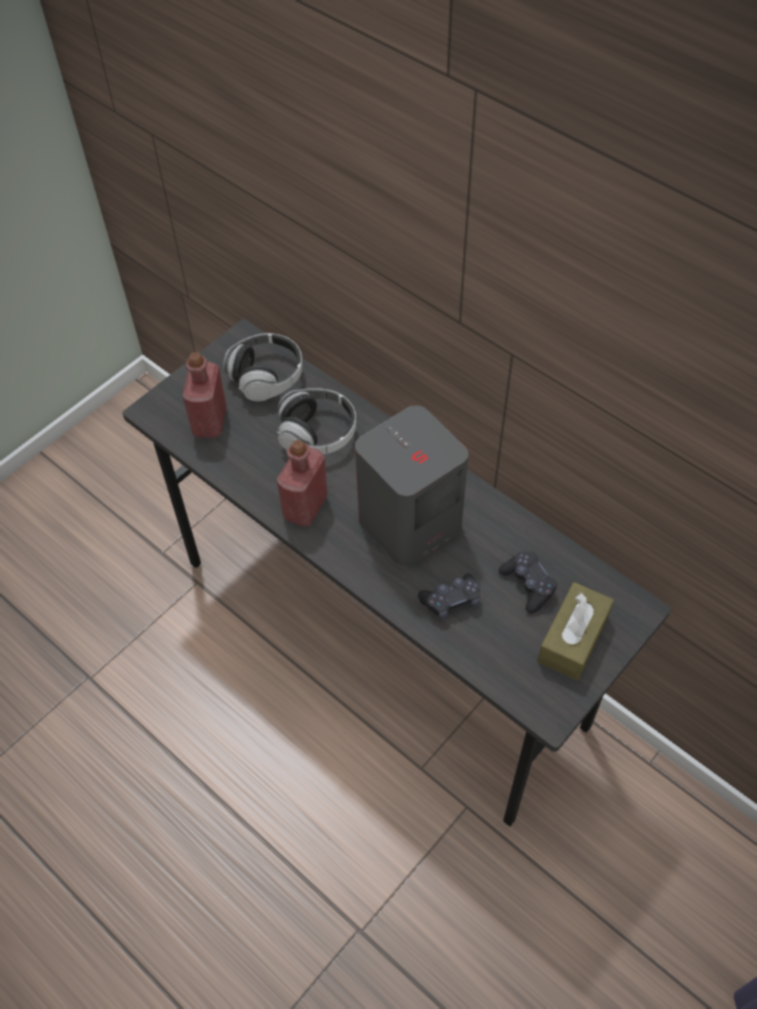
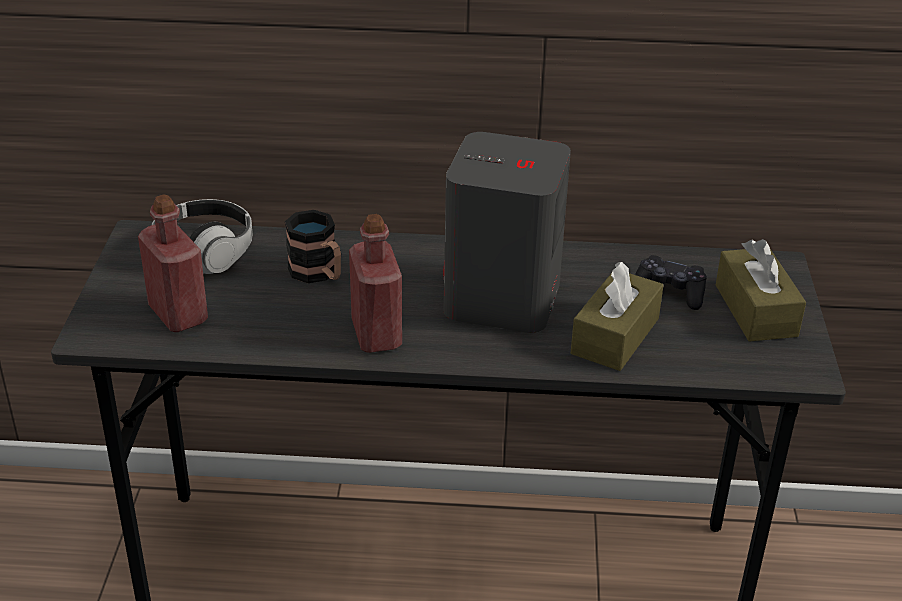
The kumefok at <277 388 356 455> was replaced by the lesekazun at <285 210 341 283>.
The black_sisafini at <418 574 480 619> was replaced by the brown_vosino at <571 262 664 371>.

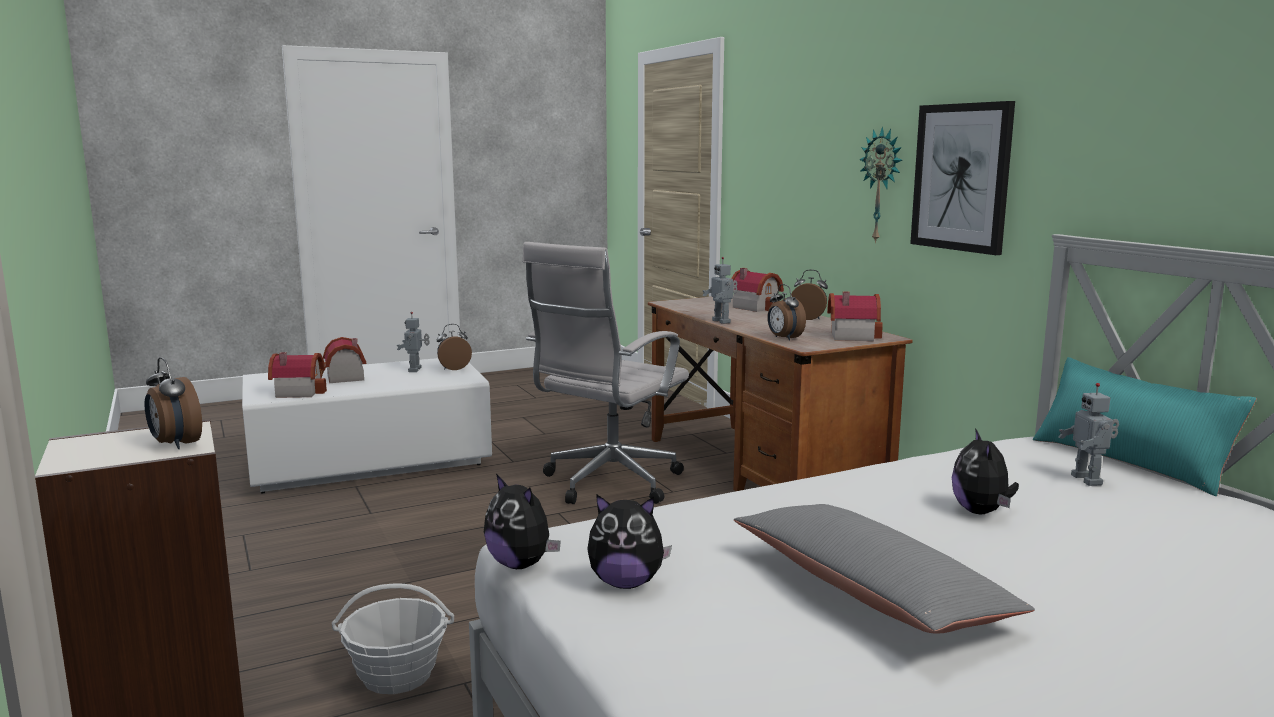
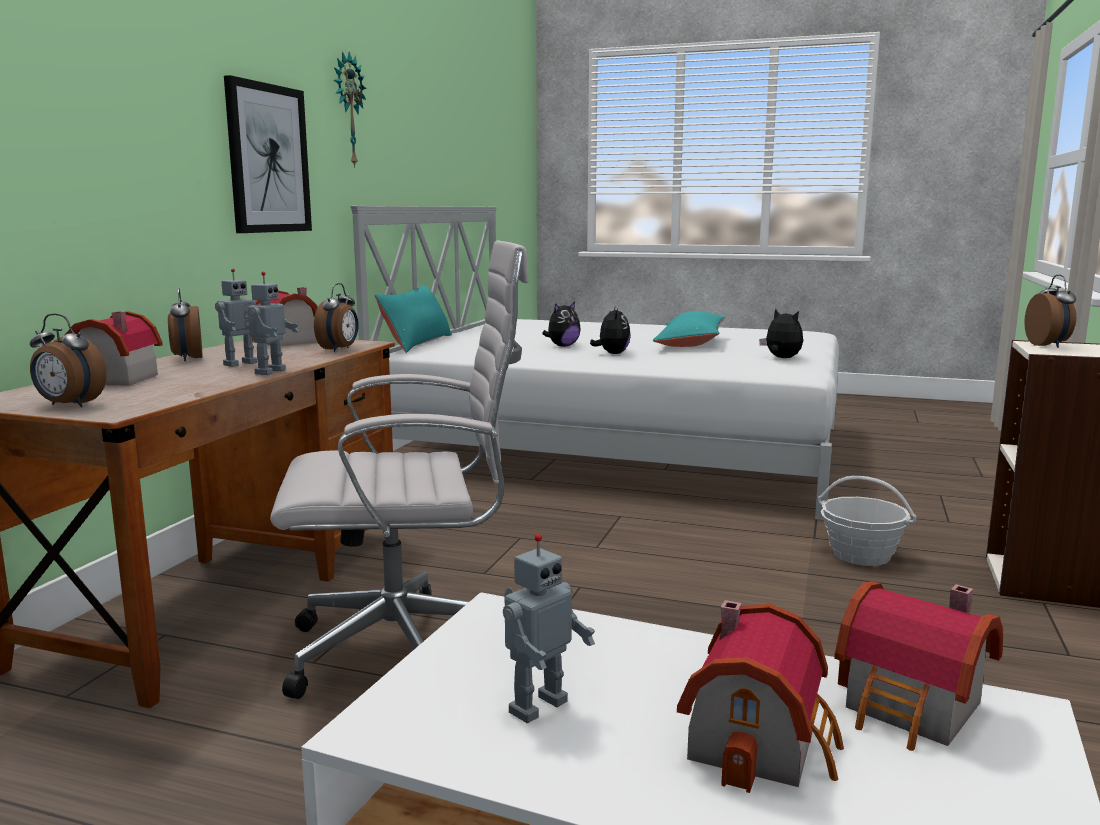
The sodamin moved from <437 324 472 370> to <30 313 106 407>.
The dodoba moved from <1058 383 1119 486> to <215 269 257 367>.
The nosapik moved from <859 126 903 244> to <334 52 367 168>.
The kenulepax moved from <484 474 561 569> to <590 306 631 354>.
The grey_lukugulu at <734 504 1035 634> became the turquoise_lukugulu at <653 311 725 347>.

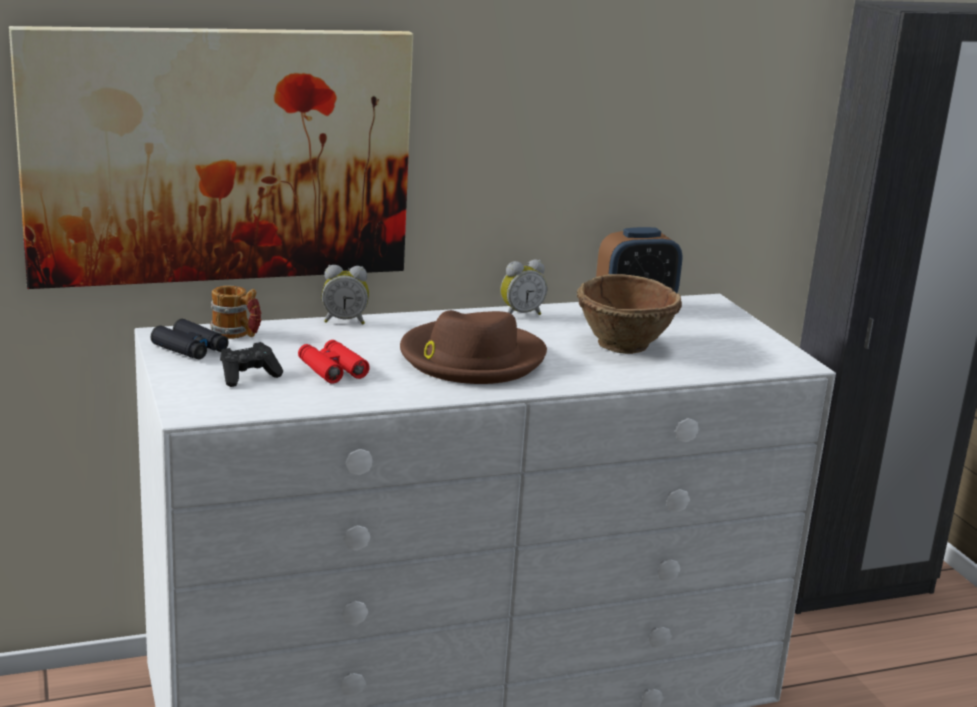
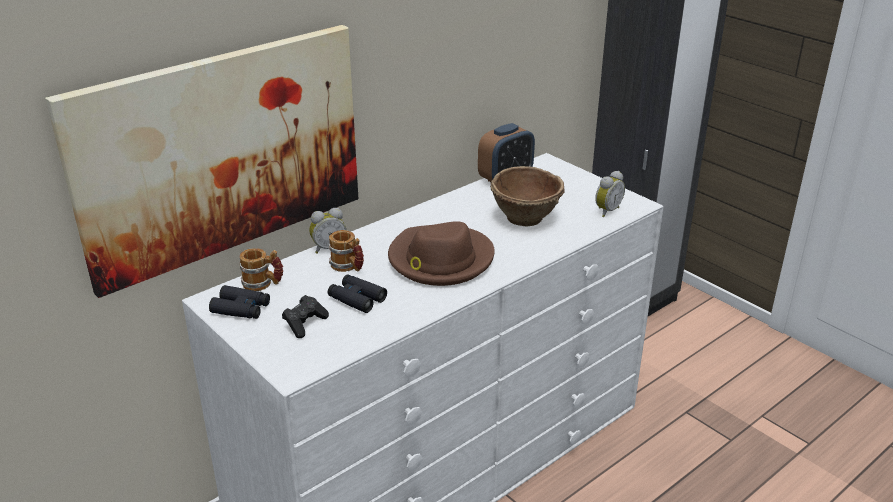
The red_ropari at <298 340 370 384> became the black_ropari at <328 274 387 313>.
The lesekazun at <329 230 364 272> appeared.
The sodamin moved from <501 260 547 315> to <595 171 625 217>.

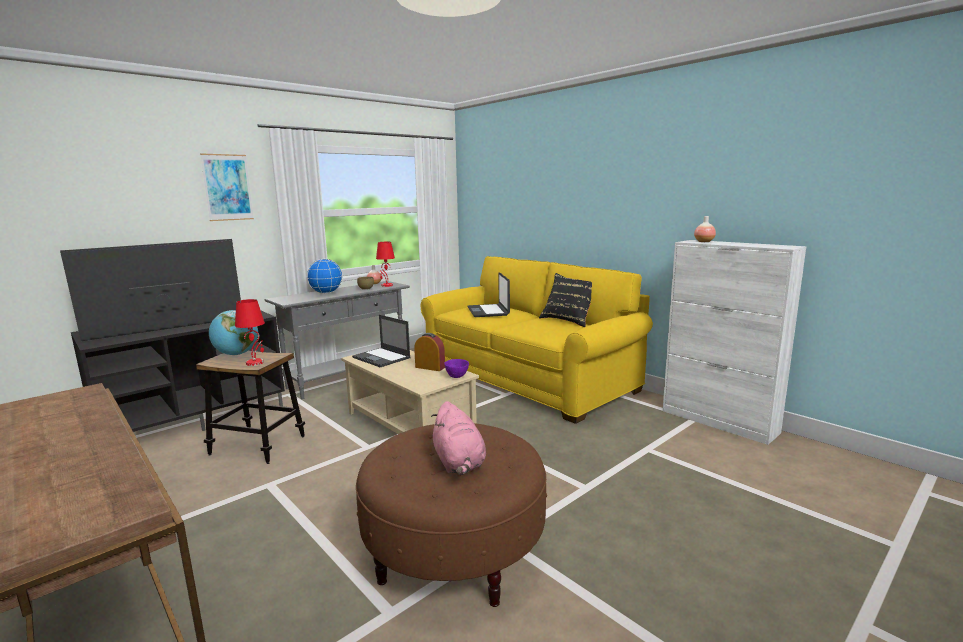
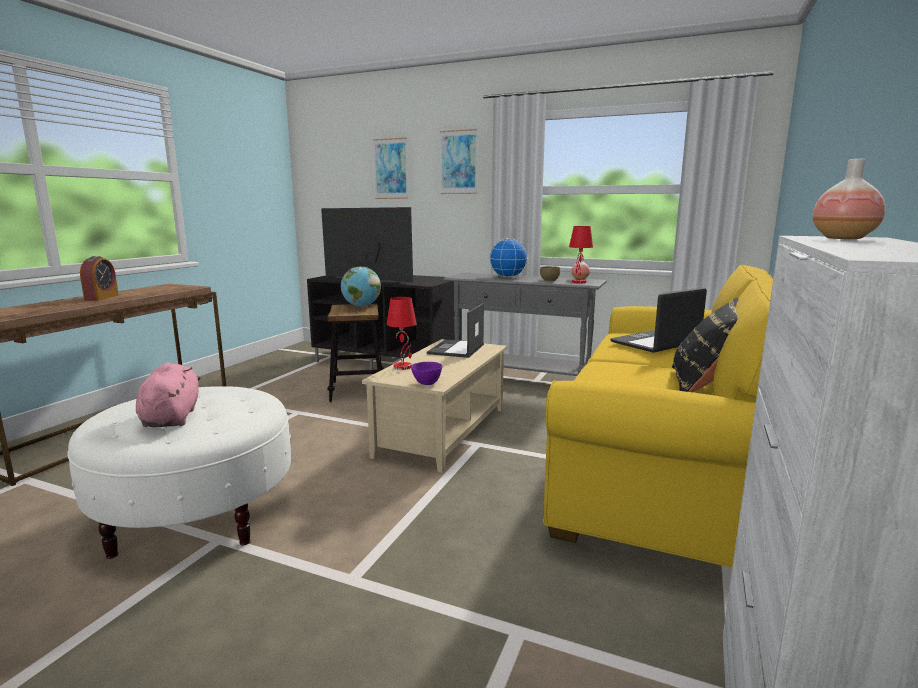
The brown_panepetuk at <356 423 547 607> became the white_panepetuk at <67 387 291 559>.
The sodamin moved from <414 333 445 371> to <80 256 119 301>.
The pink_kenulepax at <431 401 486 475> turned 120 degrees clockwise.
The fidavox at <373 138 409 199> appeared.
The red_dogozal moved from <235 299 265 366> to <387 297 417 370>.

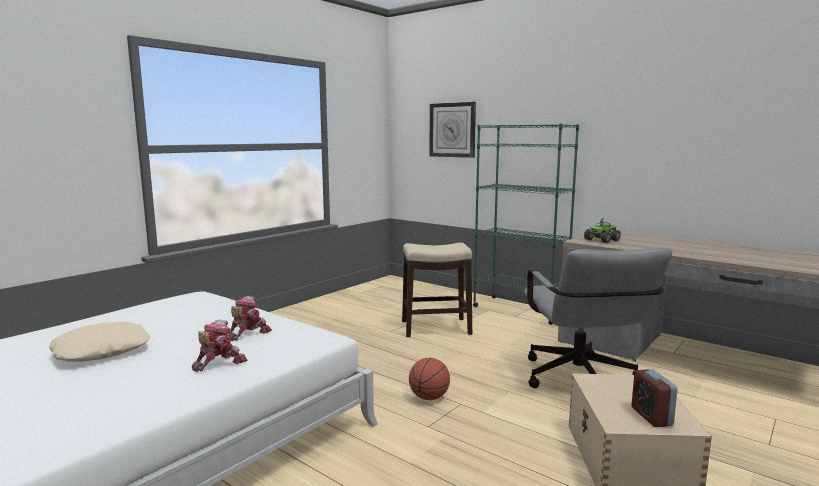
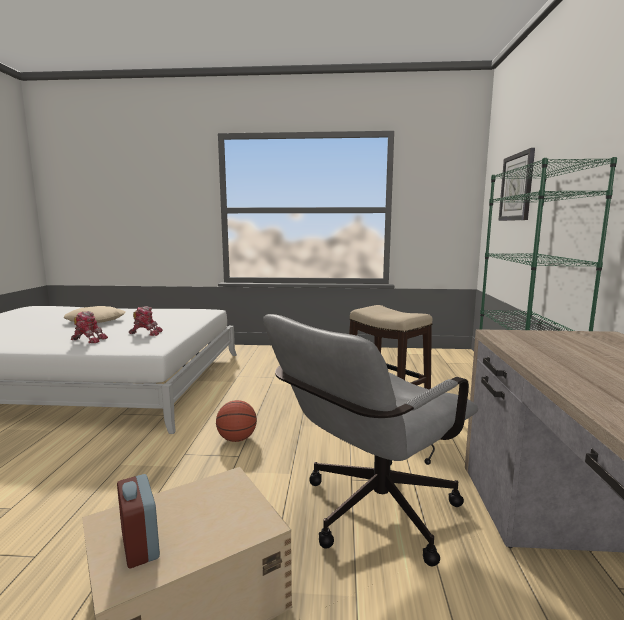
The sodamin at <632 369 678 427> turned 75 degrees counterclockwise.
The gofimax at <584 218 621 243> disappeared.

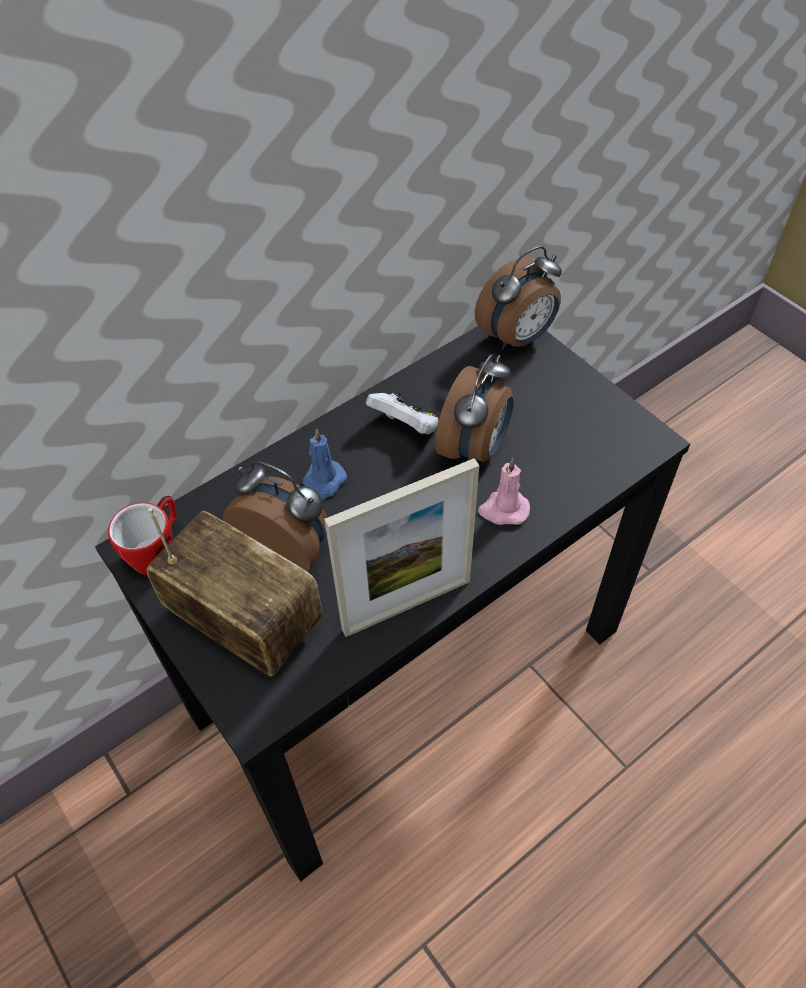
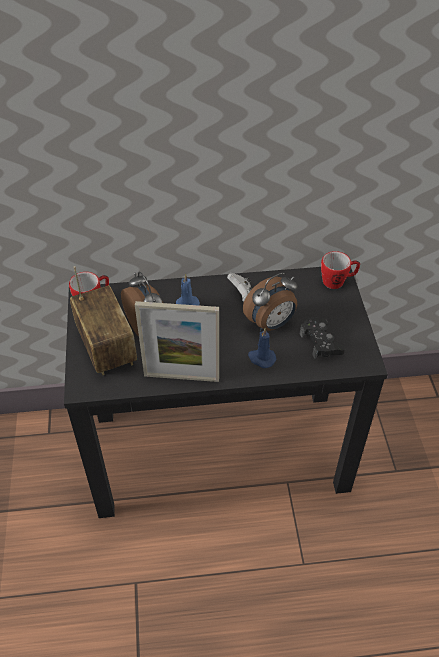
The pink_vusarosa at <478 458 530 525> became the blue_vusarosa at <248 328 277 368>.
The black_sisafini at <299 317 345 359> appeared.
The sodamin at <475 246 562 350> was replaced by the lesekazun at <321 251 360 289>.

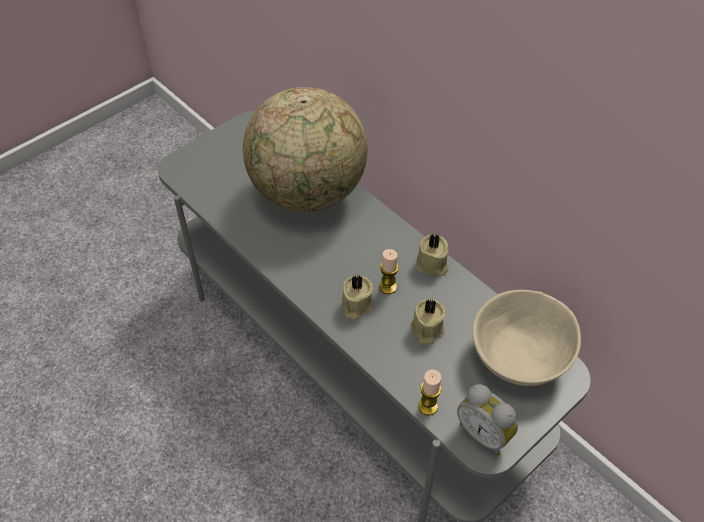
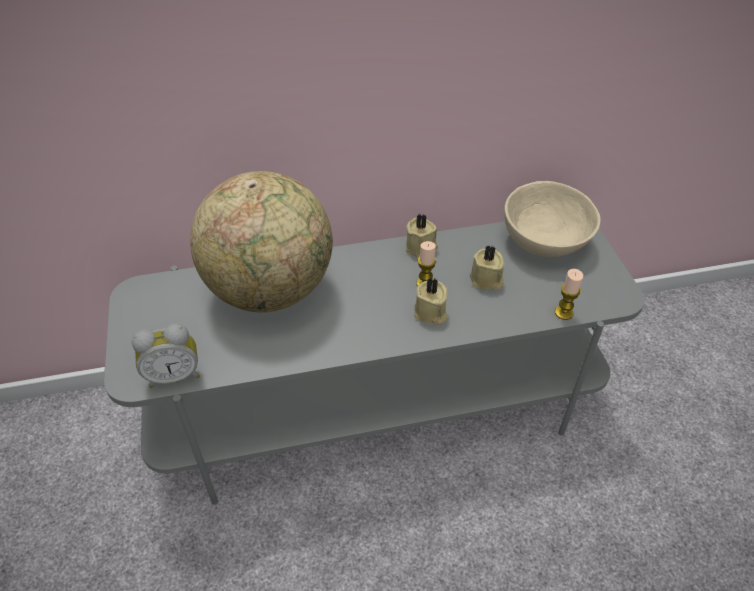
The sodamin moved from <457 384 518 456> to <132 323 200 388>.

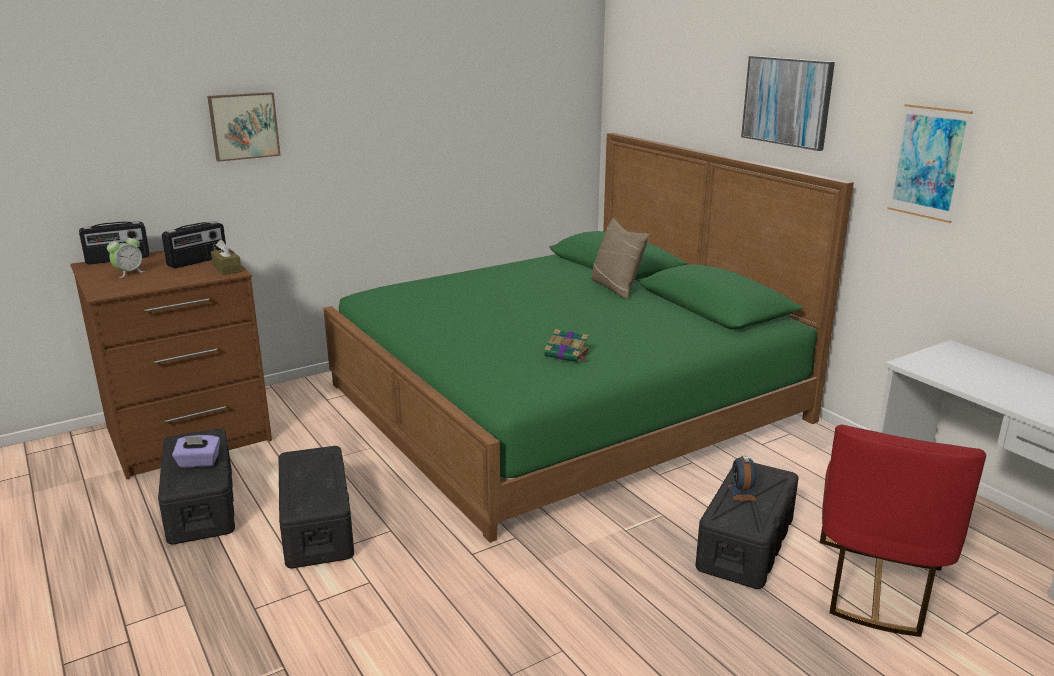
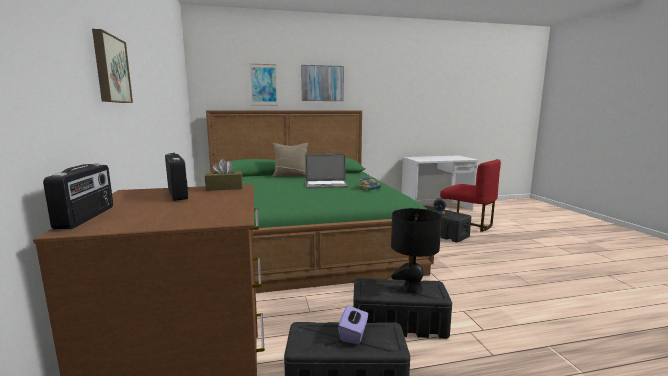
The fidavox moved from <887 104 973 223> to <250 64 278 106>.
The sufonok at <305 154 348 188> appeared.
The black_dogozal at <391 208 442 294> appeared.
The sodamin at <107 234 146 278> disappeared.

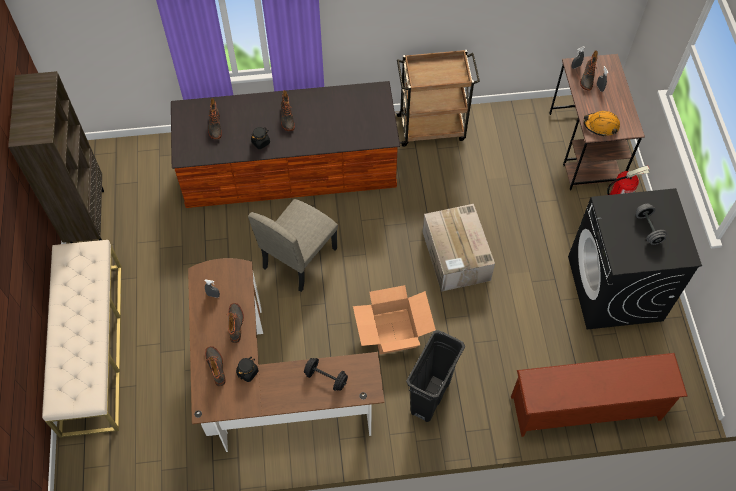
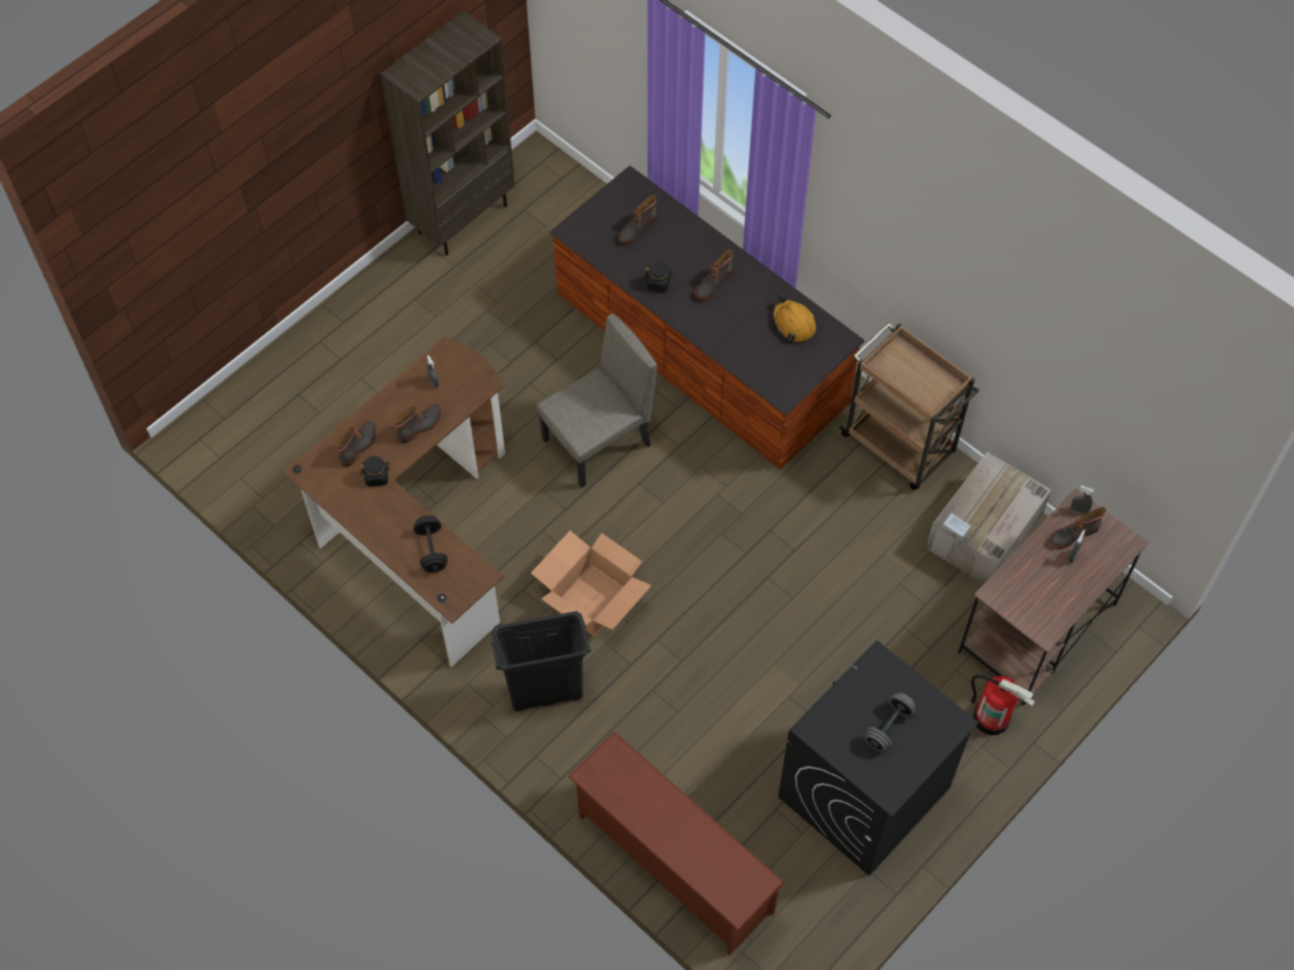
The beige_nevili at <248 199 338 292> turned 150 degrees clockwise.
The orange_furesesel moved from <584 111 620 137> to <773 294 816 342>.
The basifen moved from <423 204 495 292> to <926 452 1052 584>.
The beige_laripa at <42 240 122 438> disappeared.

